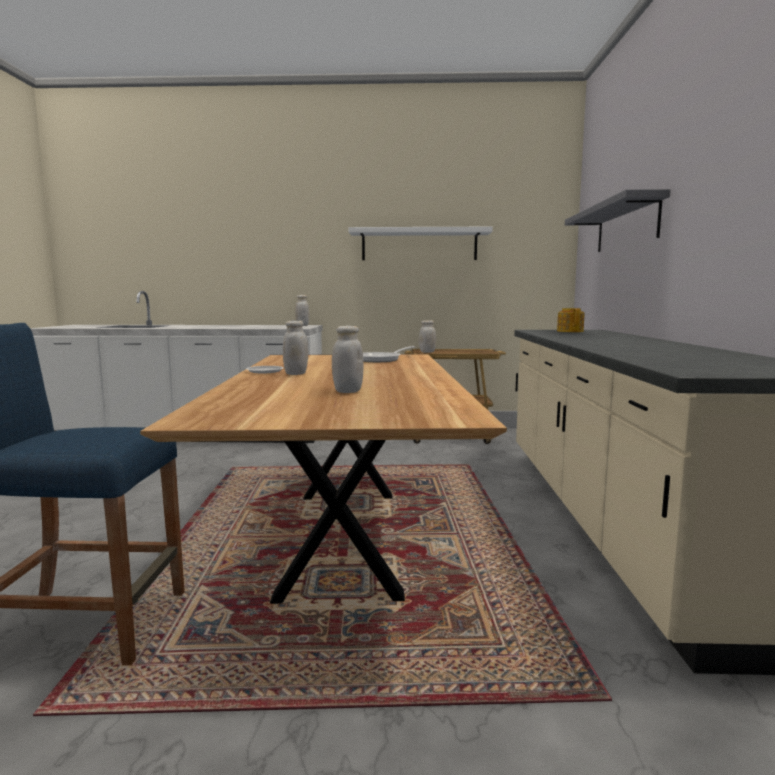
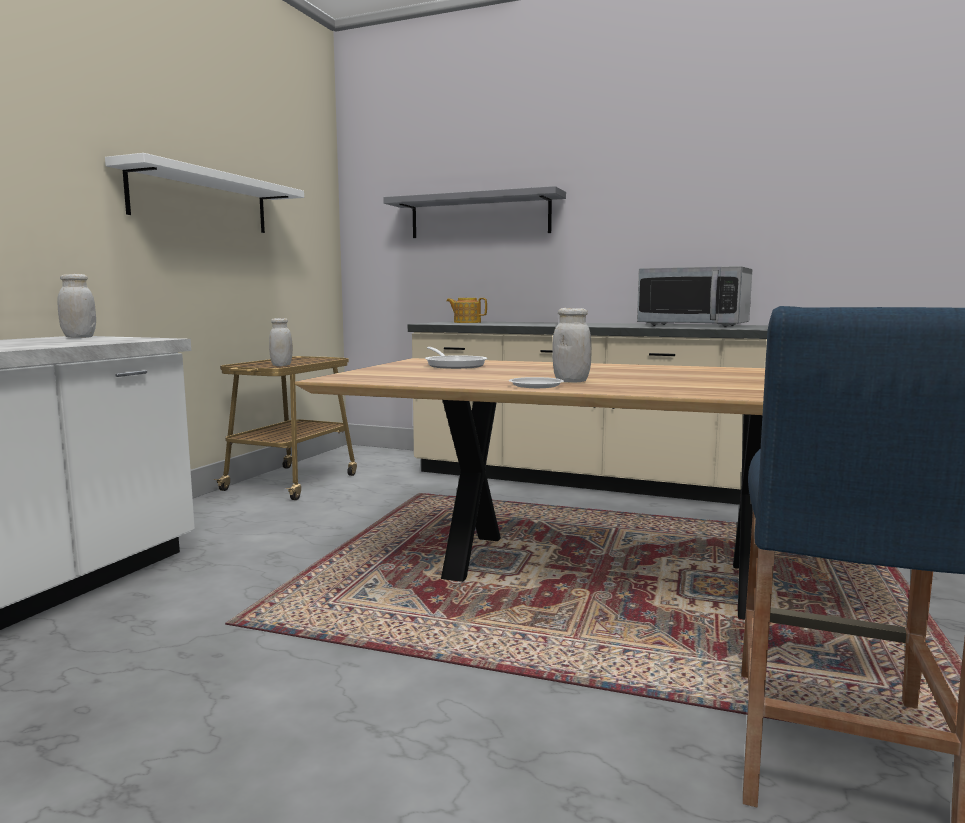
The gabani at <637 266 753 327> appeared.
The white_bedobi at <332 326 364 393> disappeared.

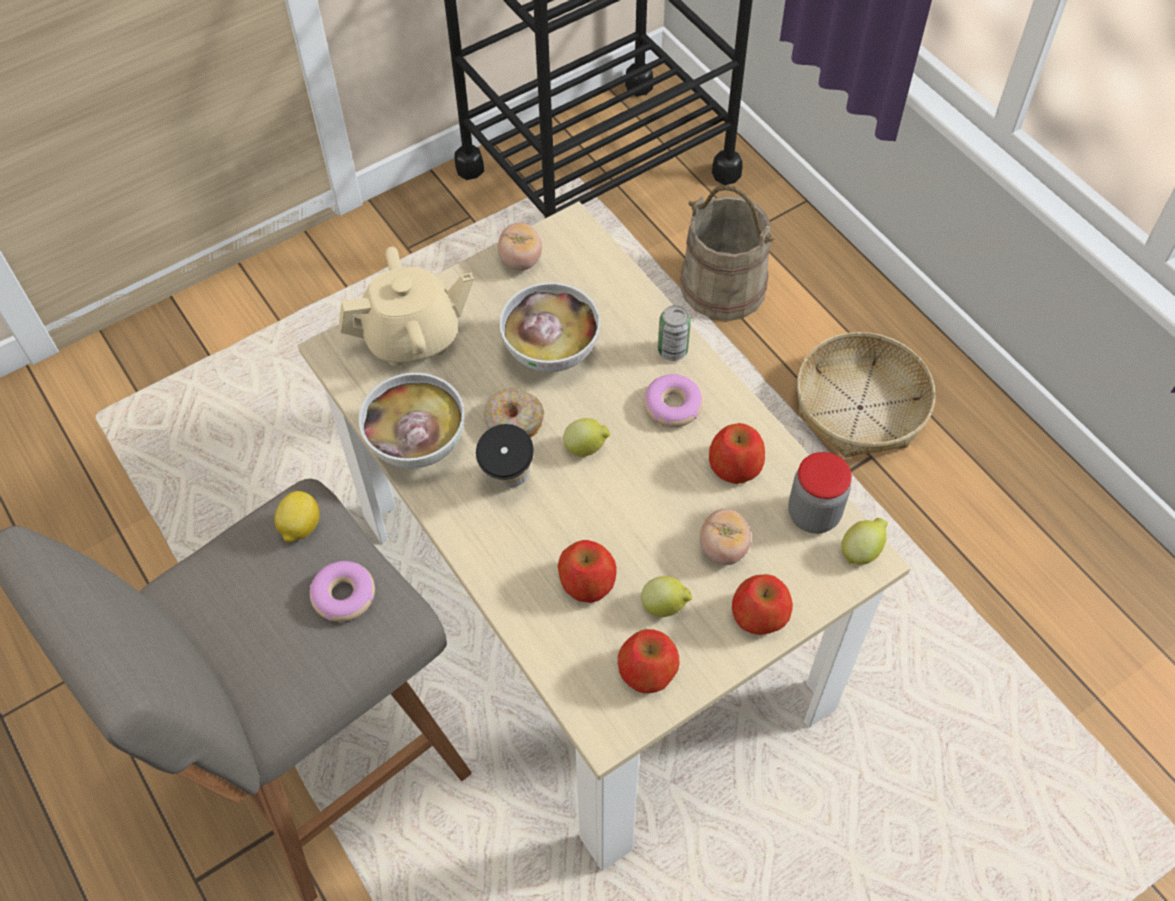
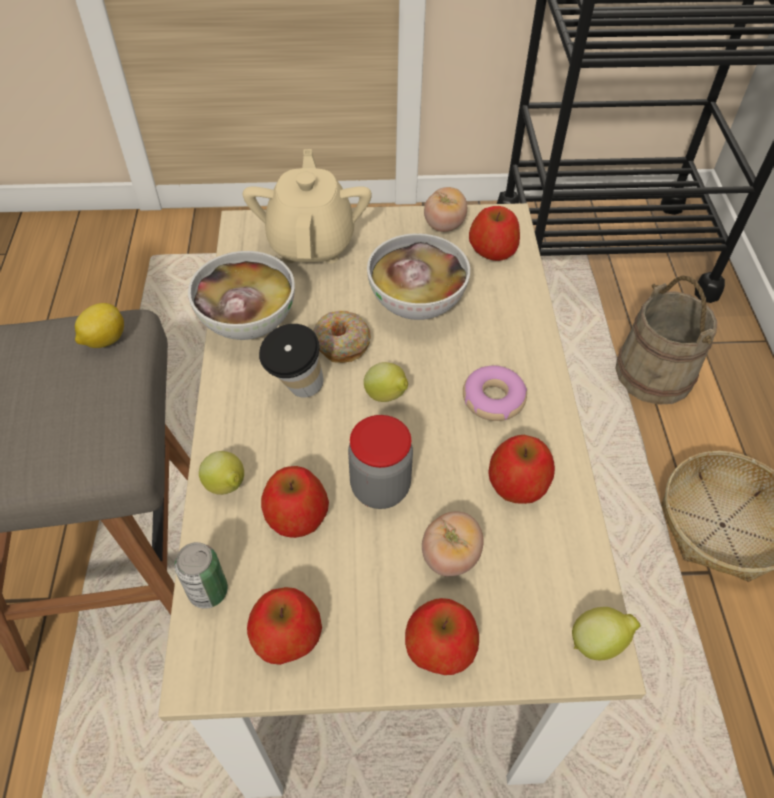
The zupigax moved from <658 305 691 361> to <175 542 228 609>.
The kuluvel moved from <641 576 692 617> to <199 451 244 495>.
The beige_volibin at <339 247 474 366> turned 105 degrees counterclockwise.
The bedobi moved from <788 452 852 534> to <348 415 413 509>.
The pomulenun at <469 206 520 261> appeared.
The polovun at <310 561 375 622> disappeared.

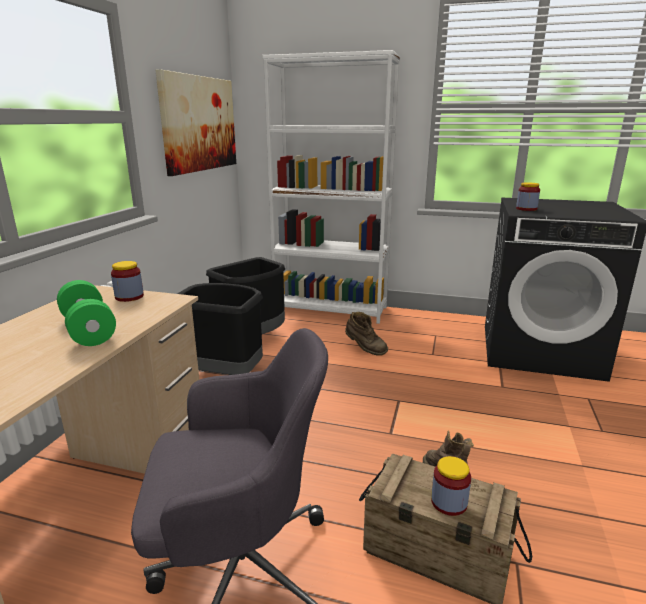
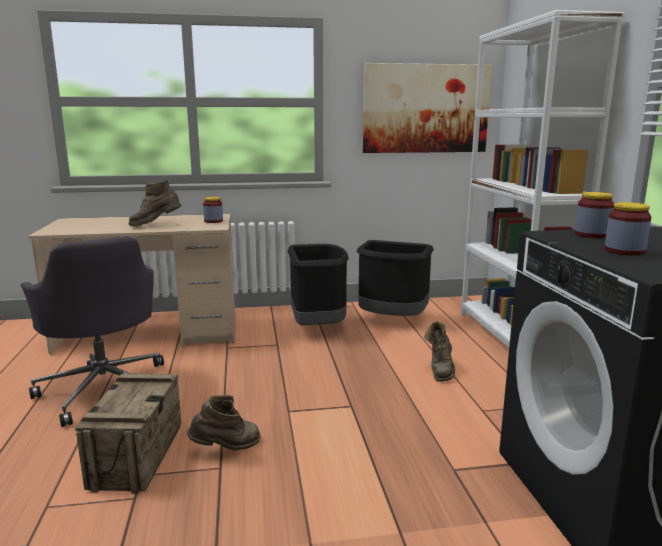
The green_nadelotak at <57 280 116 346> was replaced by the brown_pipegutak at <128 180 182 226>.
The bedobi moved from <431 456 471 516> to <604 202 652 256>.

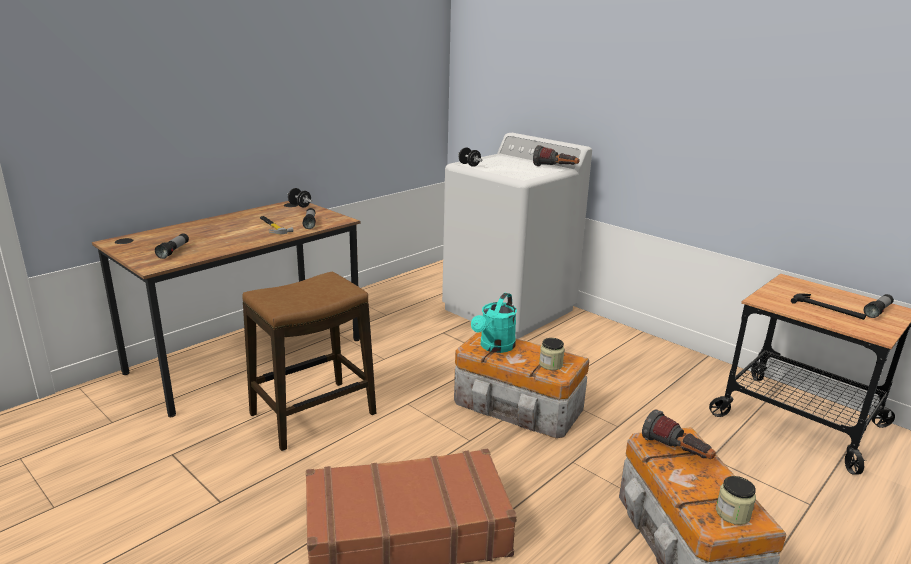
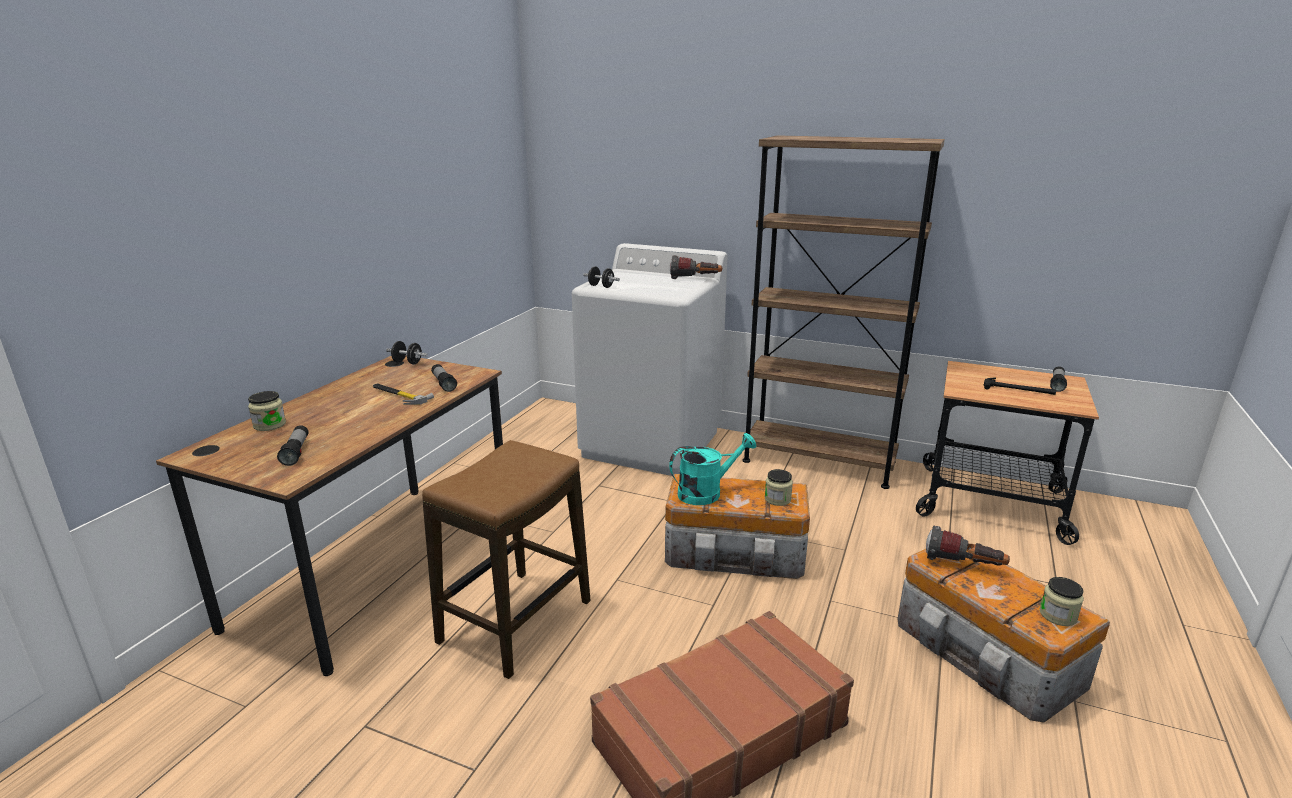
The bedobi at <248 391 286 431> appeared.
The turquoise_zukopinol at <471 293 517 353> turned 120 degrees counterclockwise.
The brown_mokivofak at <742 135 945 489> appeared.

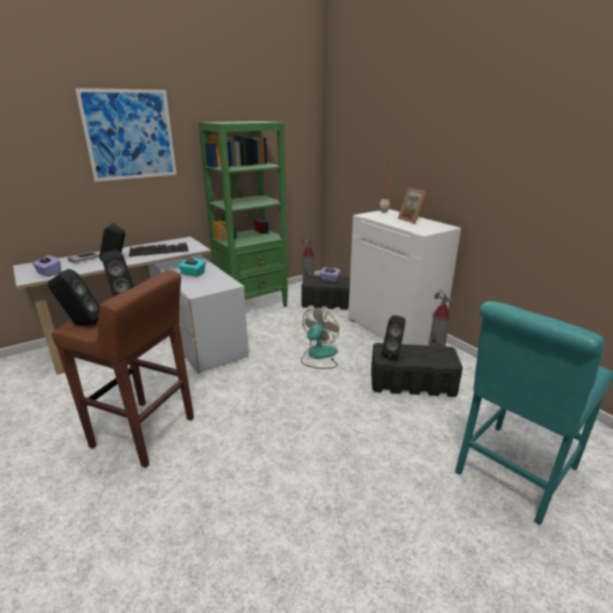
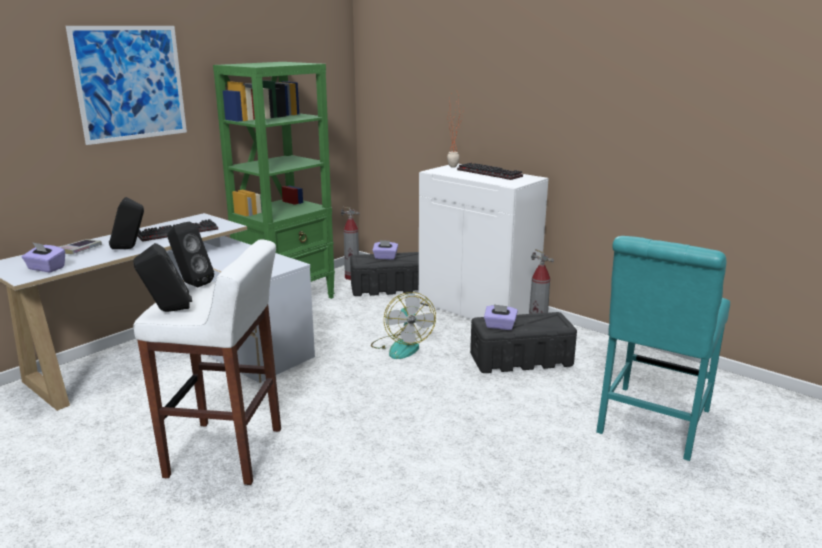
The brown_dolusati at <52 270 194 468> became the white_dolusati at <133 240 281 485>.
The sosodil at <301 308 339 369> turned 150 degrees clockwise.
The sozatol at <398 187 427 224> was replaced by the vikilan at <457 162 523 180>.
The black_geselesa at <382 315 406 360> was replaced by the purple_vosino at <484 304 518 330>.
The turquoise_vosino at <178 256 206 277> disappeared.

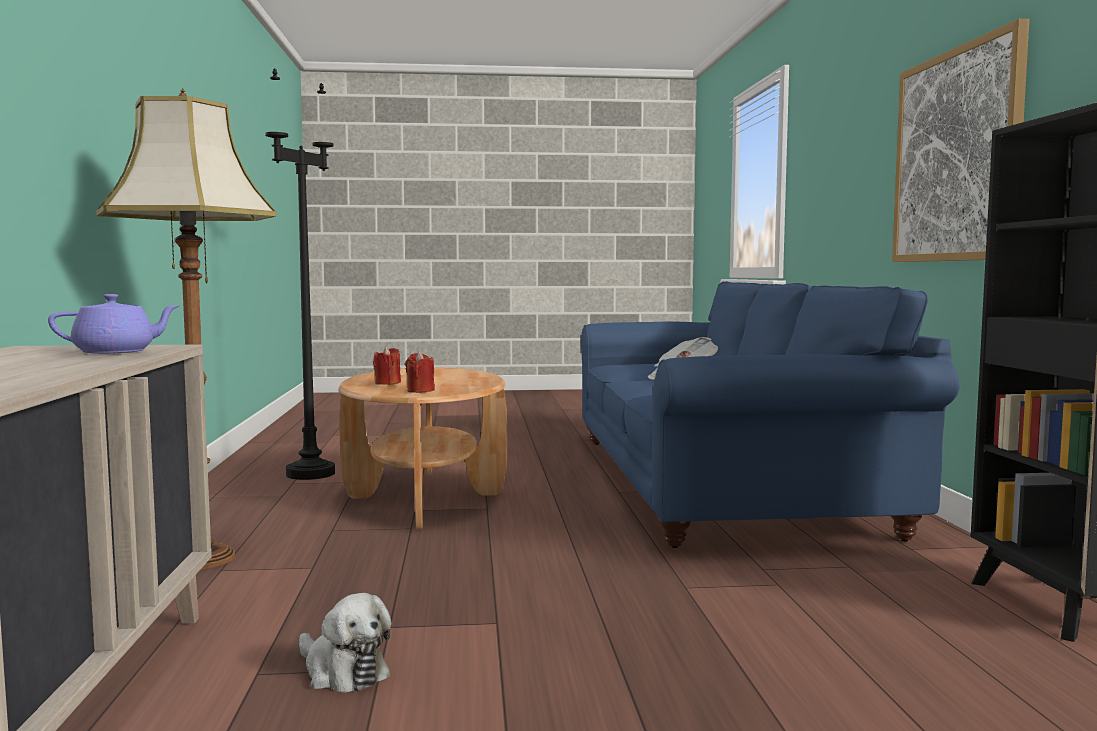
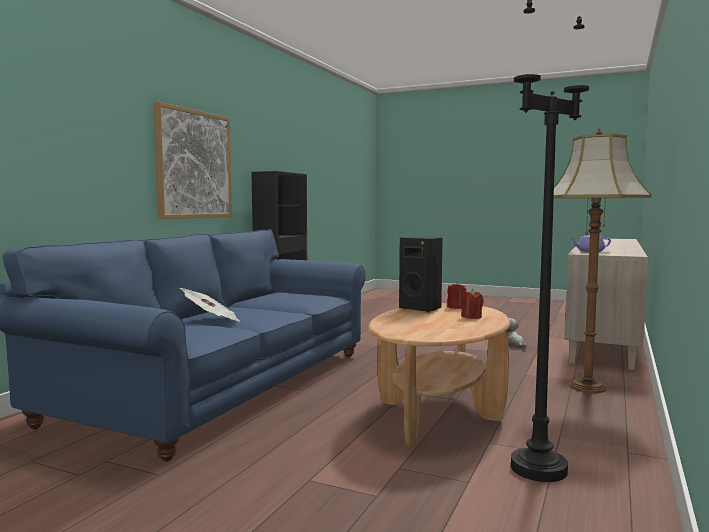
The black_geselesa at <399 236 442 313> appeared.

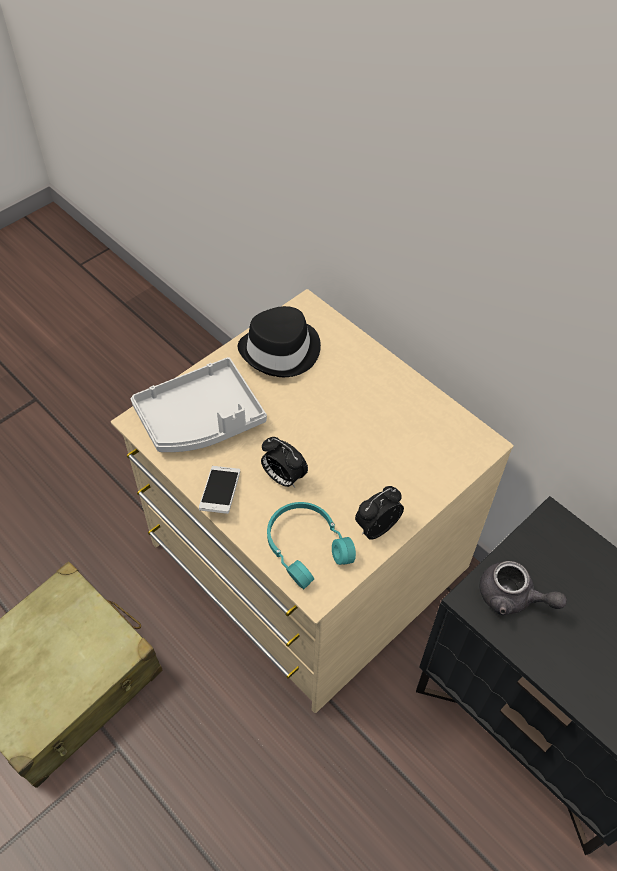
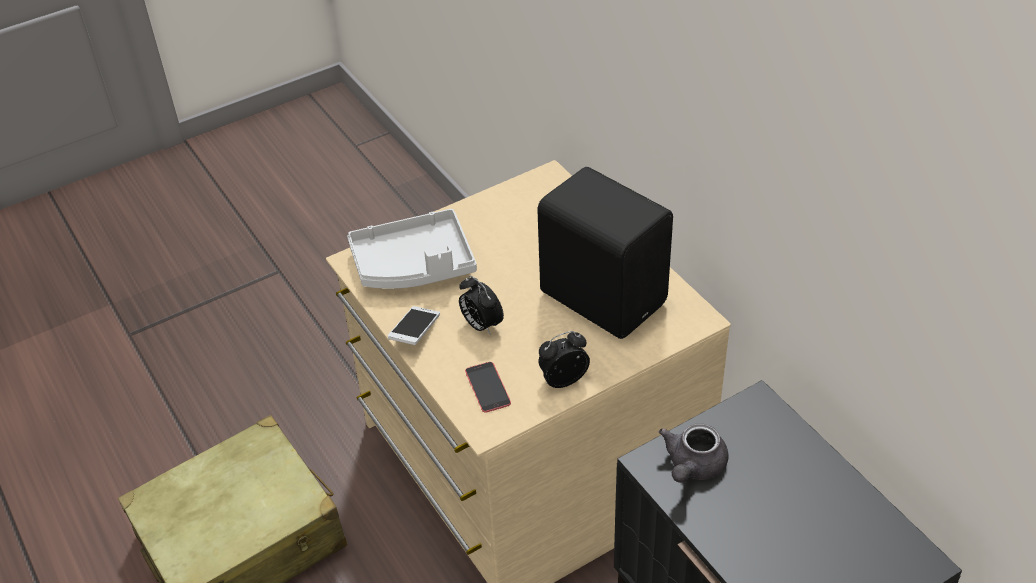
The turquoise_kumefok at <267 502 356 589> was replaced by the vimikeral at <465 362 511 413>.
The black_geselesa at <537 167 673 339> appeared.
The grey_volibin at <479 561 567 615> turned 75 degrees clockwise.
The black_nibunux at <238 306 321 377> disappeared.

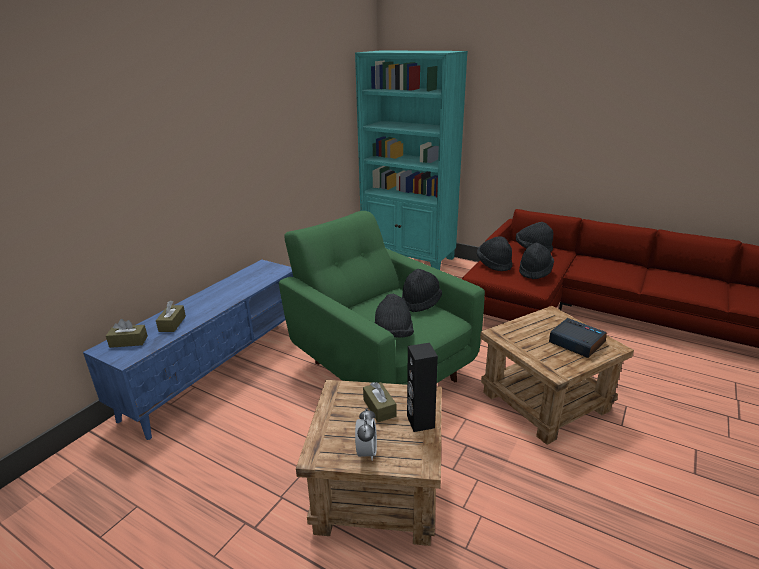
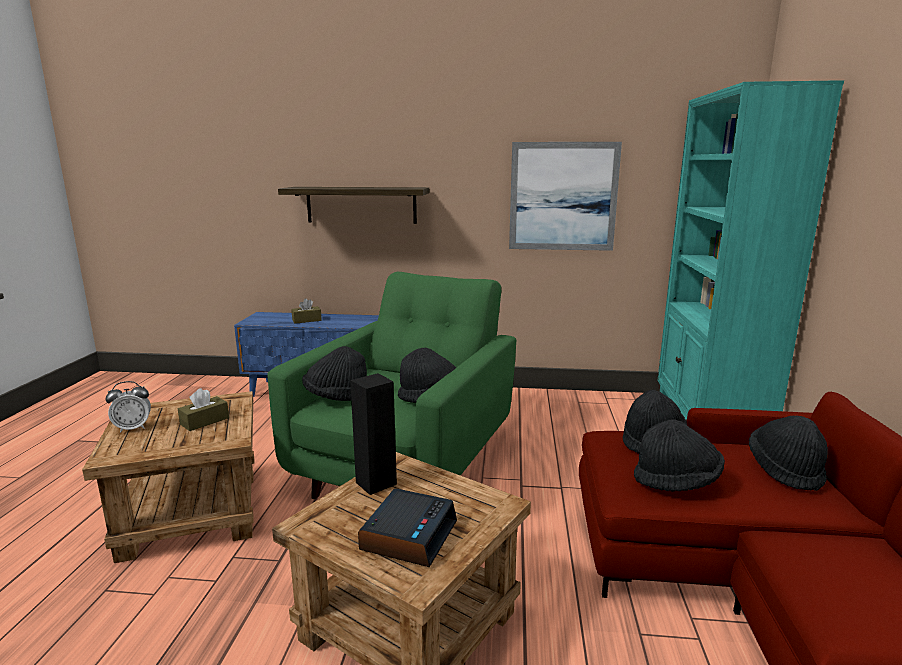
The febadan at <278 187 429 224> appeared.
The black_geselesa moved from <407 343 438 432> to <350 373 397 495>.
The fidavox at <509 142 622 251> appeared.
The brown_vosino at <106 319 148 348> disappeared.

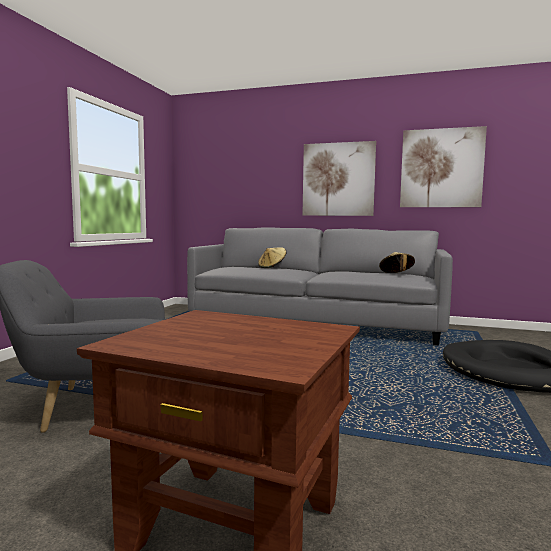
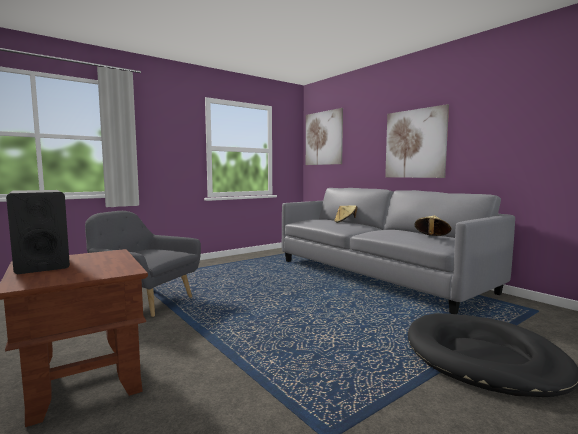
The black_geselesa at <6 190 70 274> appeared.
The fidavox moved from <400 126 487 207> to <306 108 343 165>.

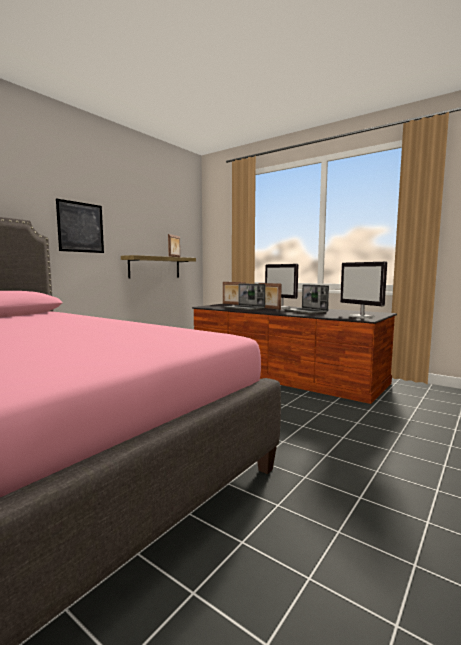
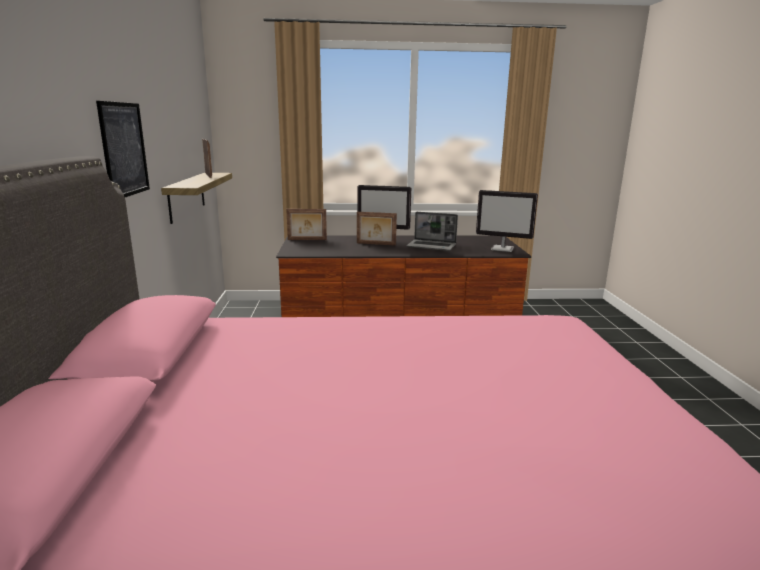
The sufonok at <224 283 265 310> disappeared.

